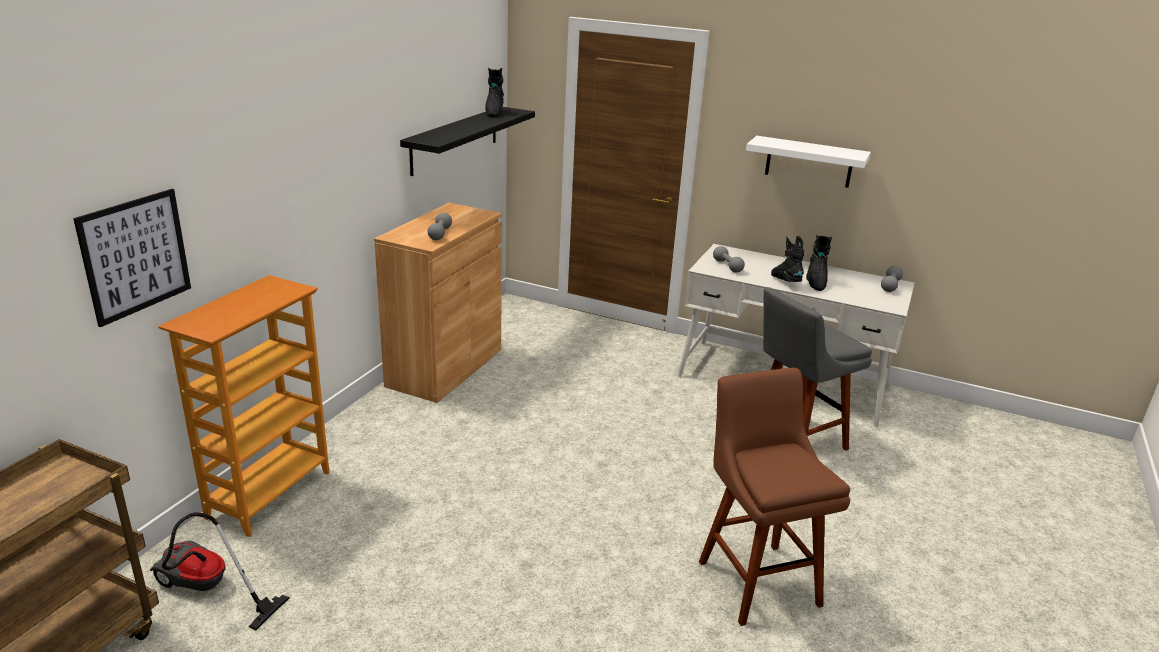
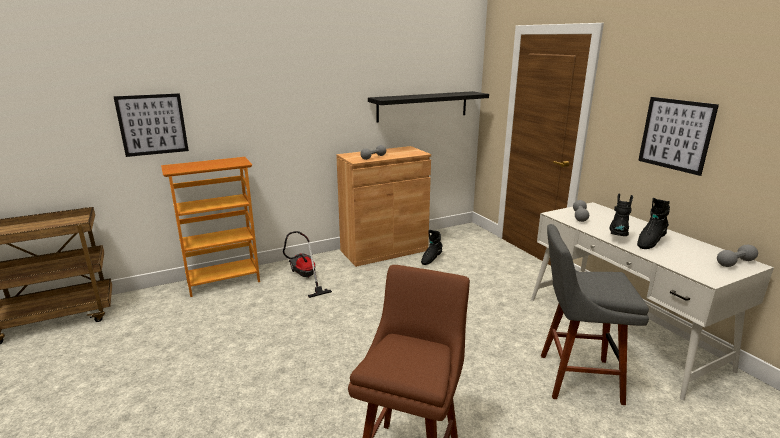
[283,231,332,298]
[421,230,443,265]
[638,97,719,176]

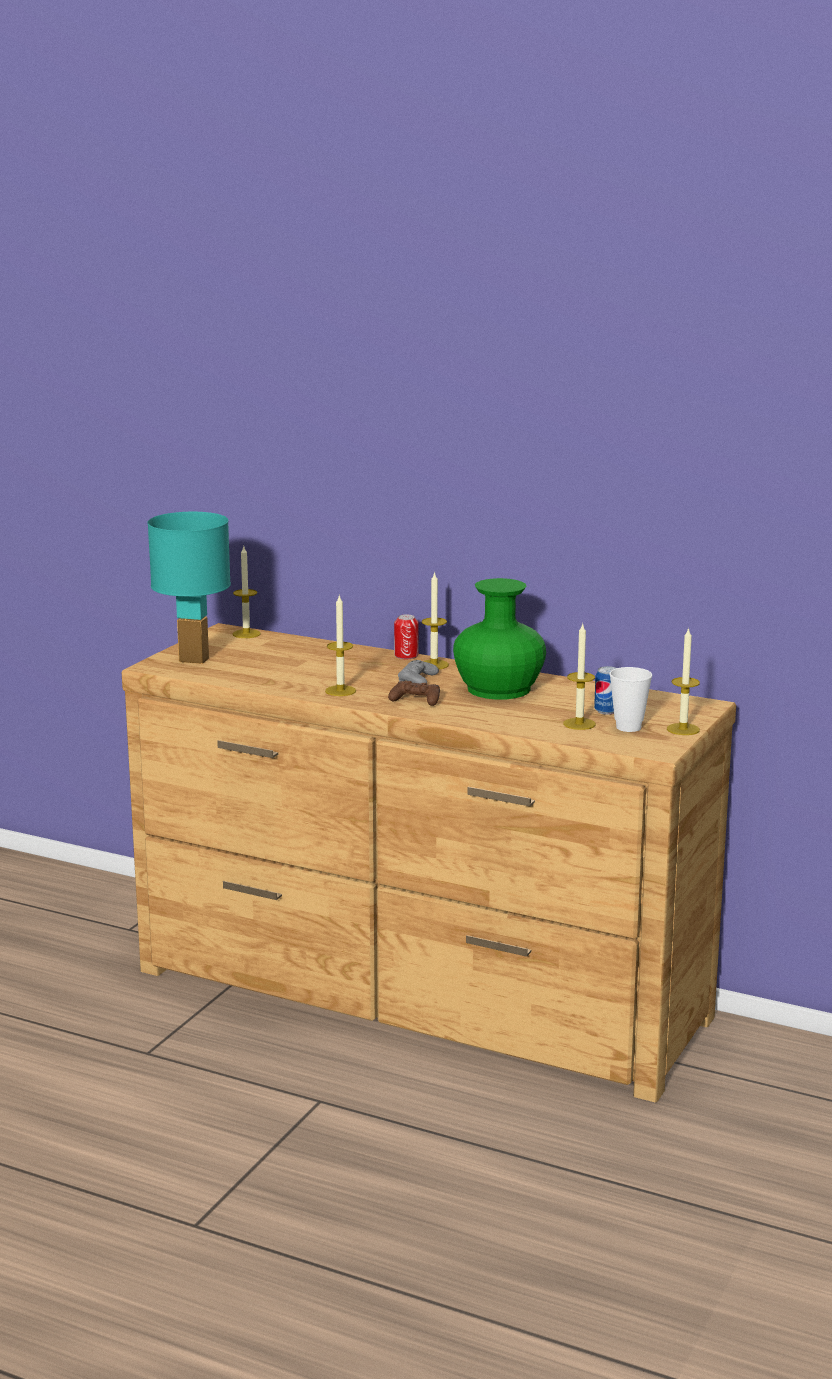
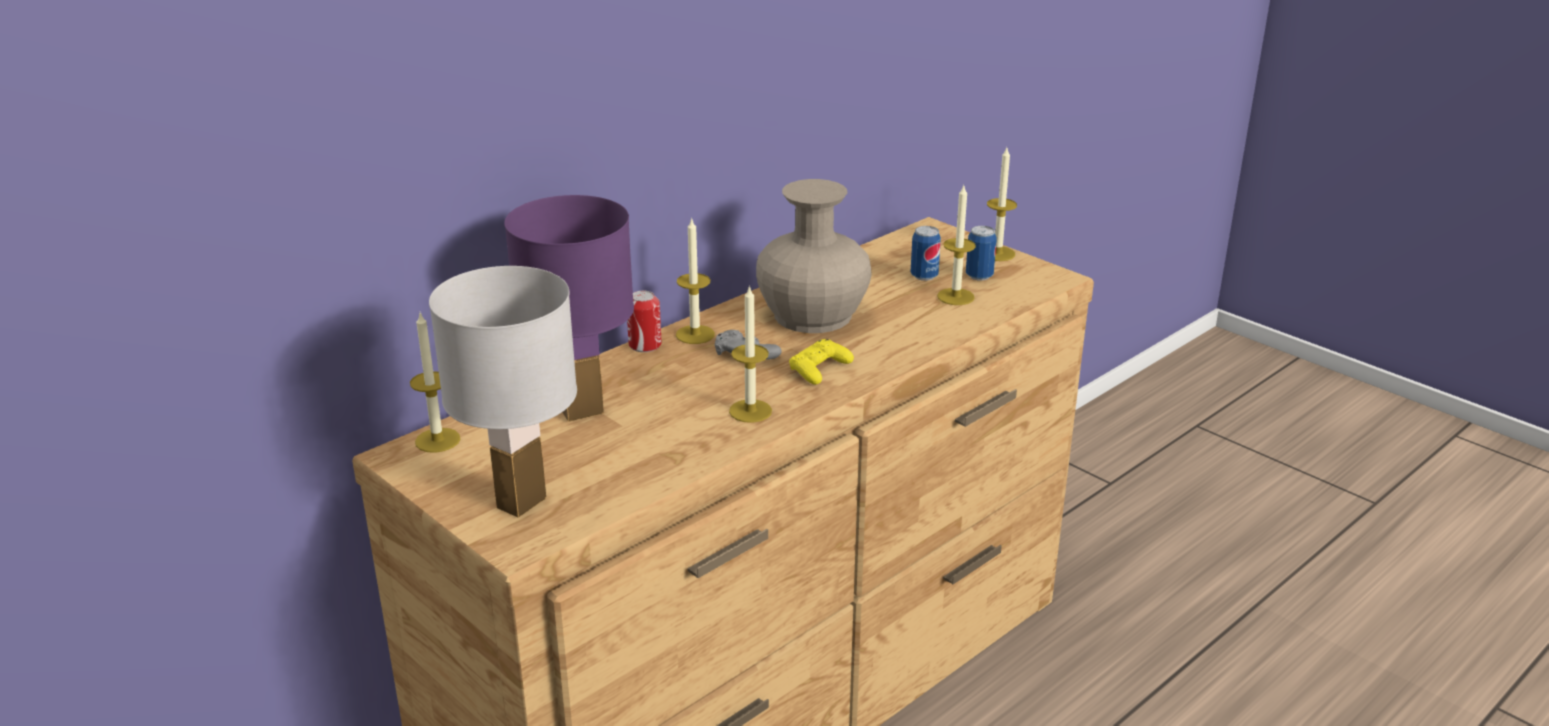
[429,266,577,518]
[789,339,854,385]
[756,179,872,333]
[966,226,997,281]
[504,195,634,422]

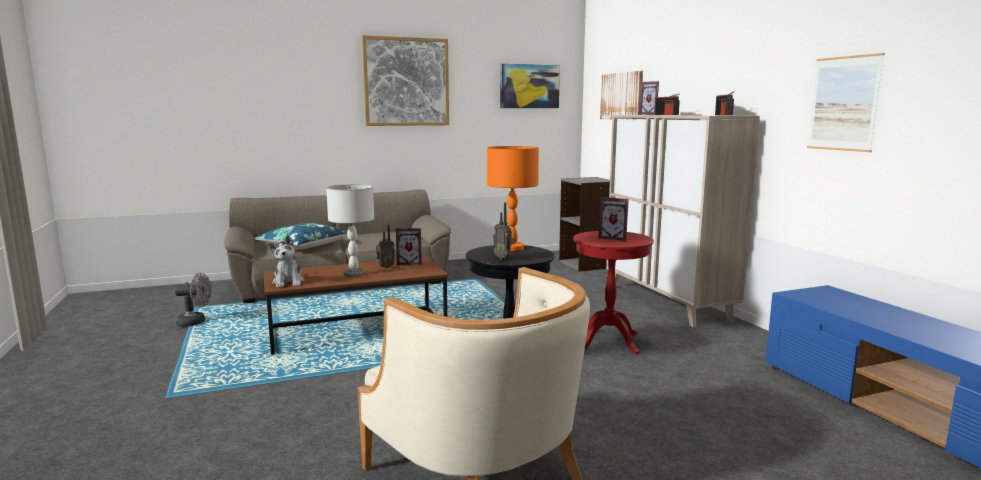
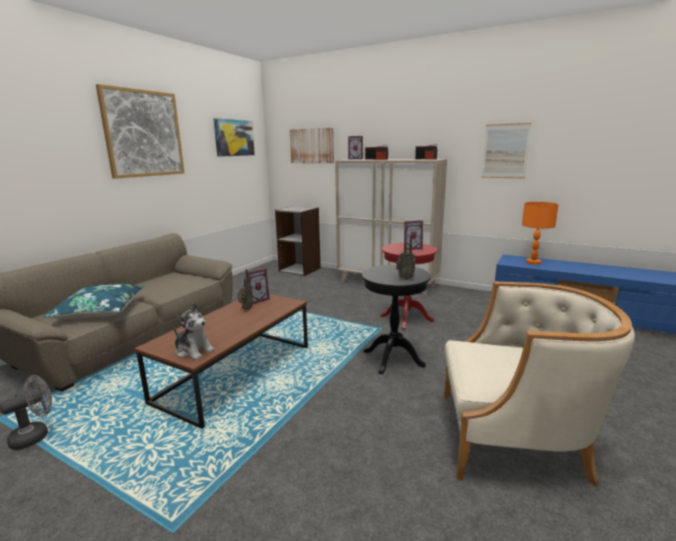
[326,184,374,277] (first image)
[522,202,559,265]

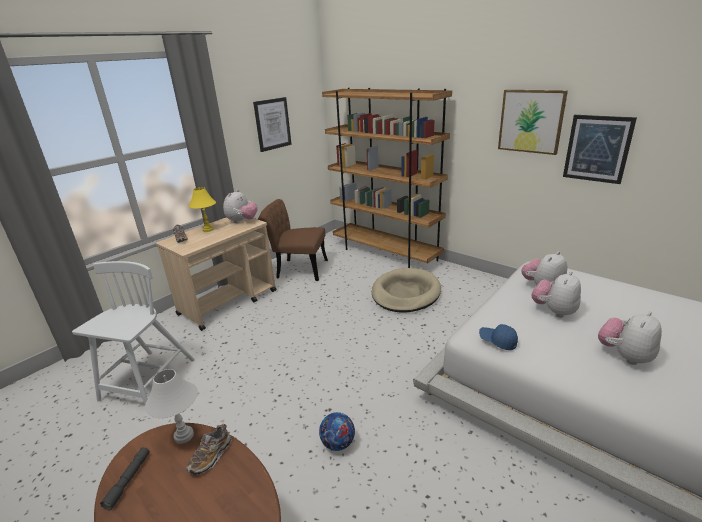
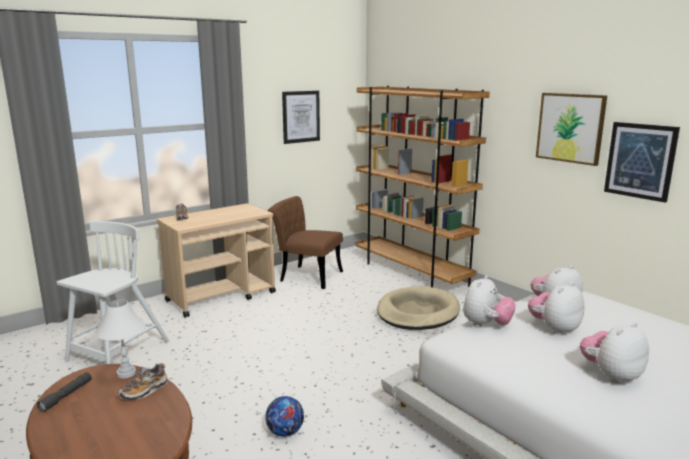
[189,187,216,232] (first image)
[463,275,516,327]
[479,324,518,350] (first image)

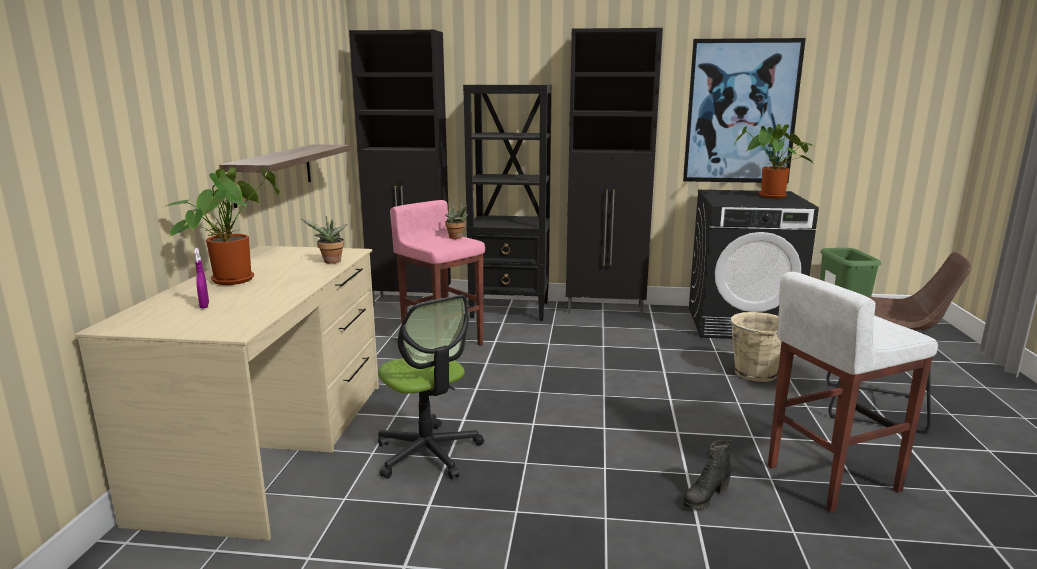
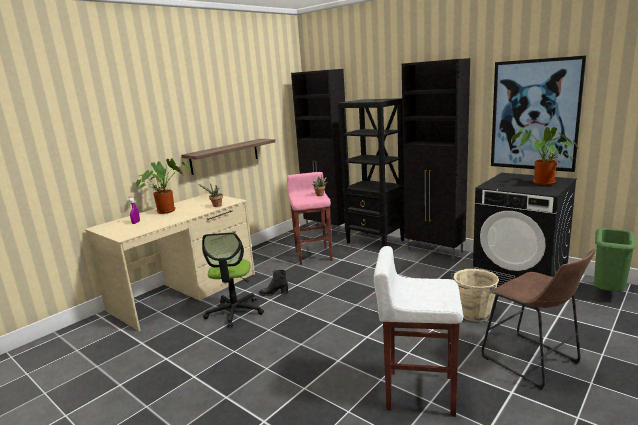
[259,270,288,296]

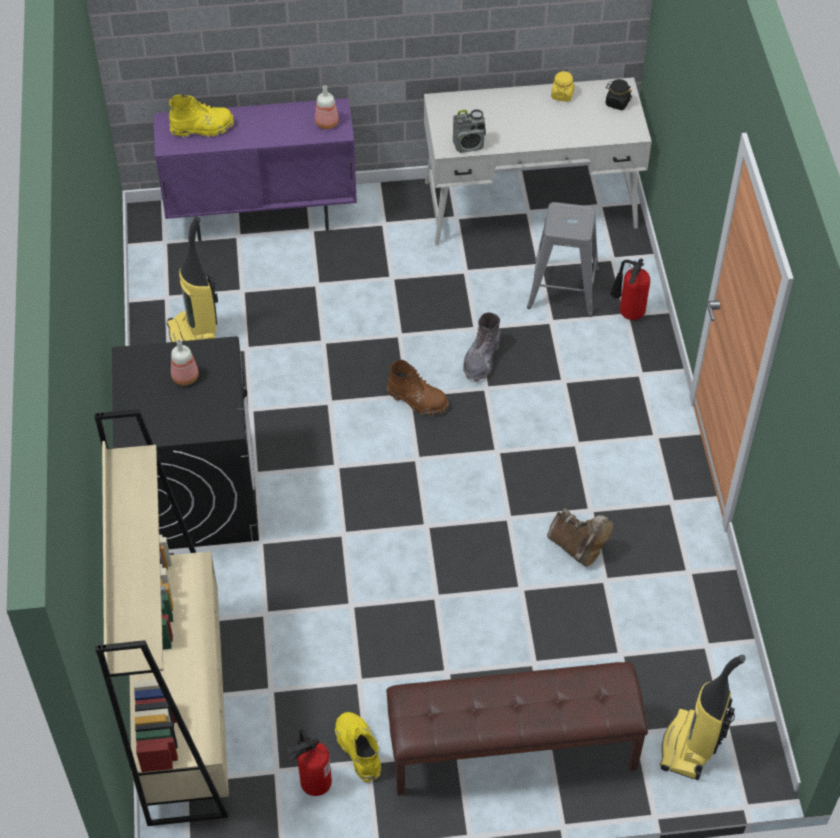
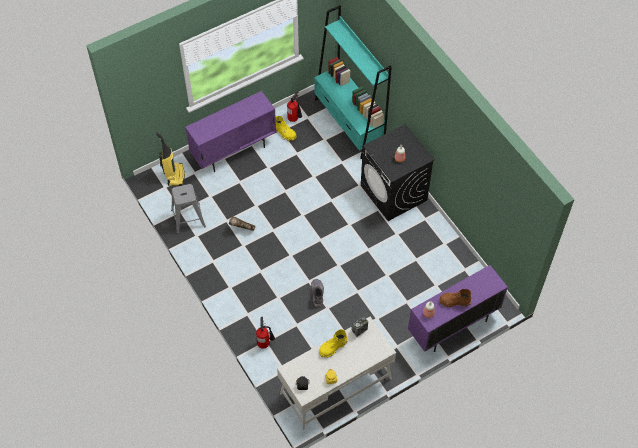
[314,5,392,159]
[167,216,218,342] (first image)
[319,329,348,358]
[185,91,276,172]
[439,289,471,308]
[171,184,206,234]

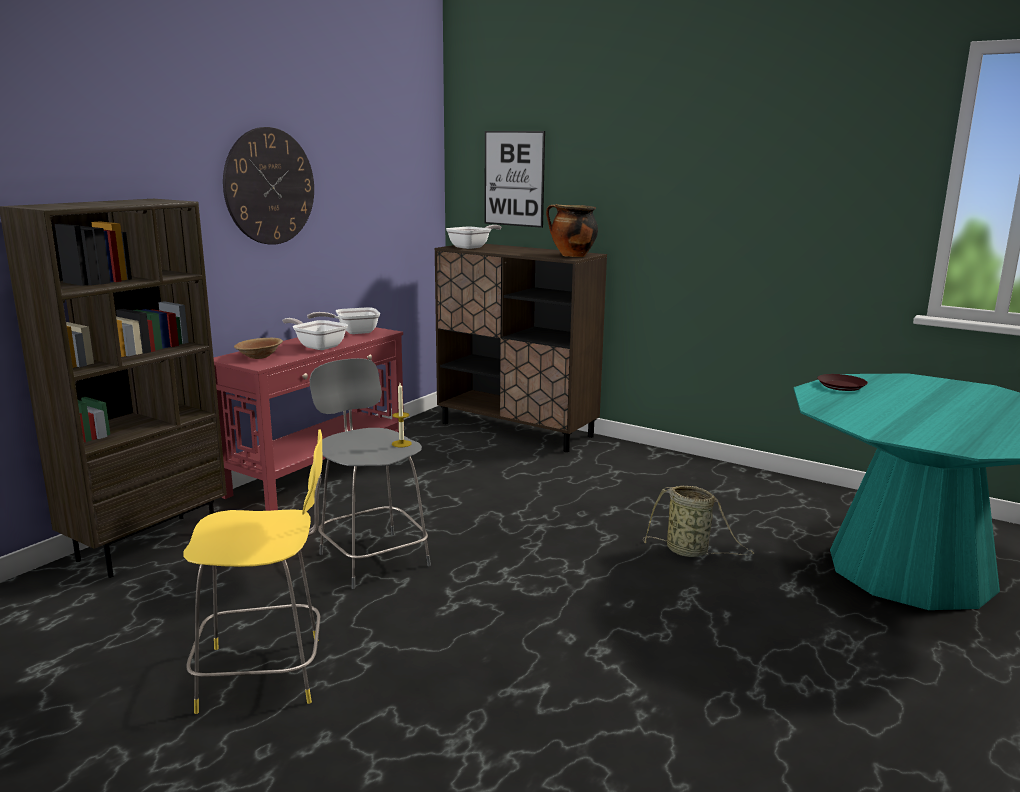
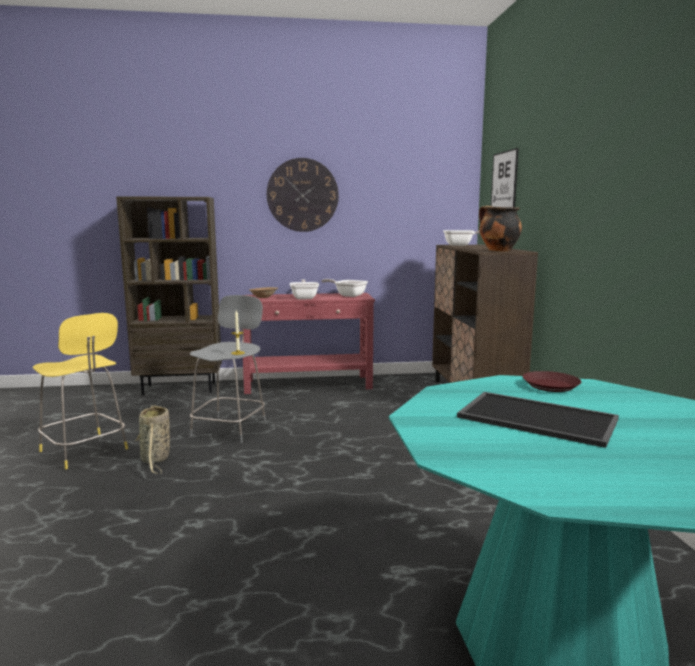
[135,405,170,474]
[457,392,619,448]

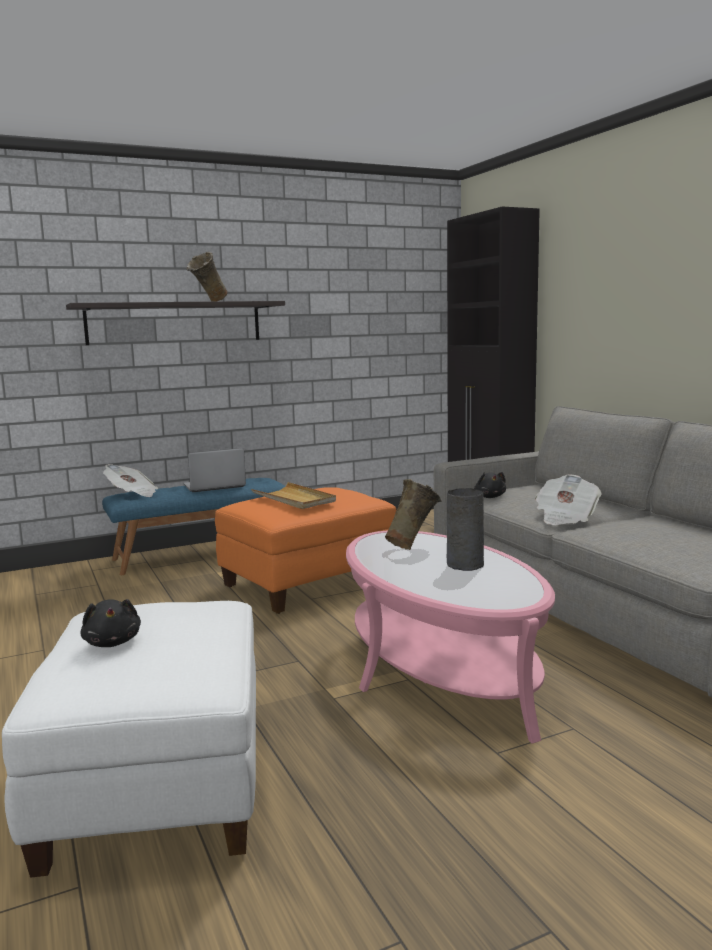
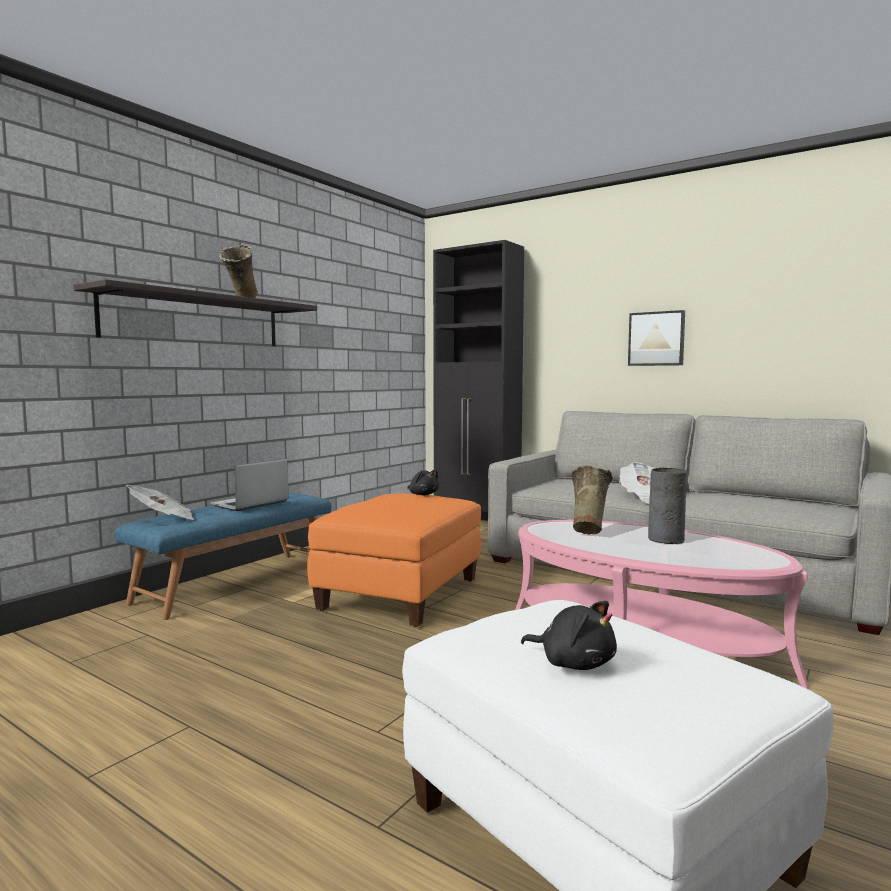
[251,482,336,509] (first image)
[407,469,439,495]
[628,310,685,366]

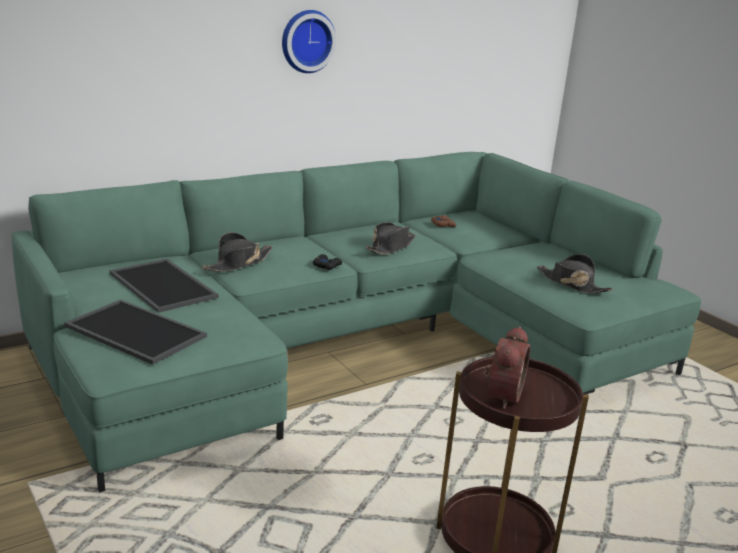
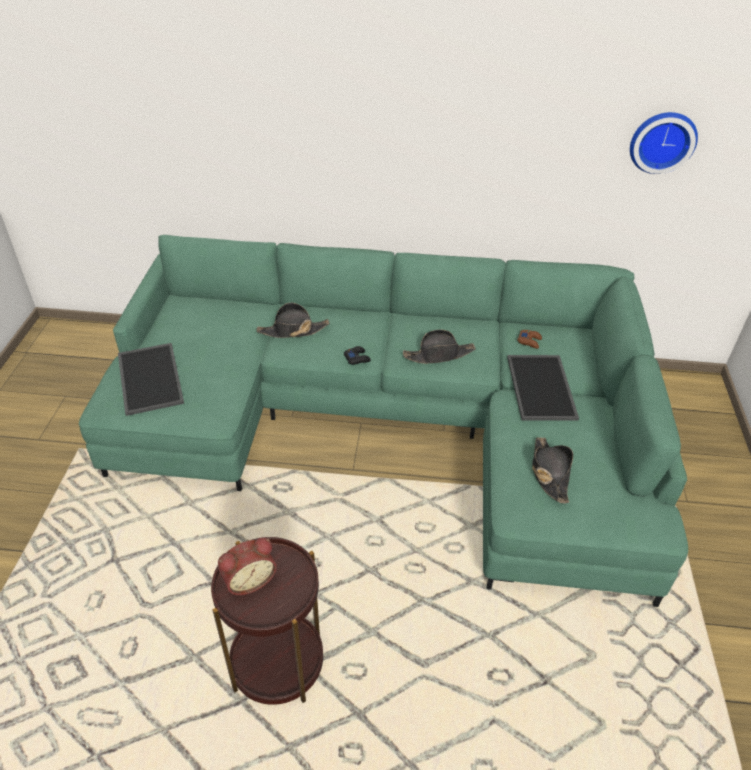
[507,355,579,421]
[630,112,698,174]

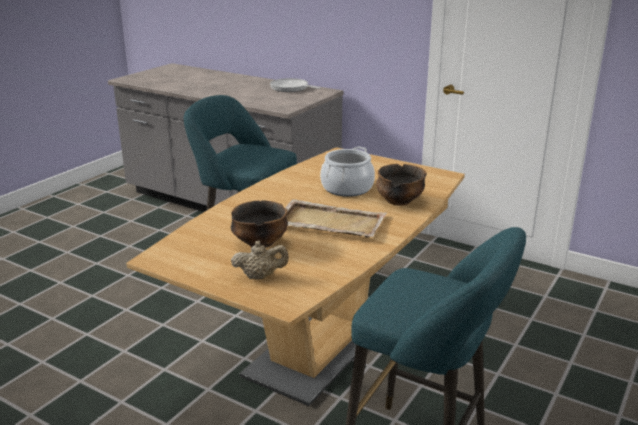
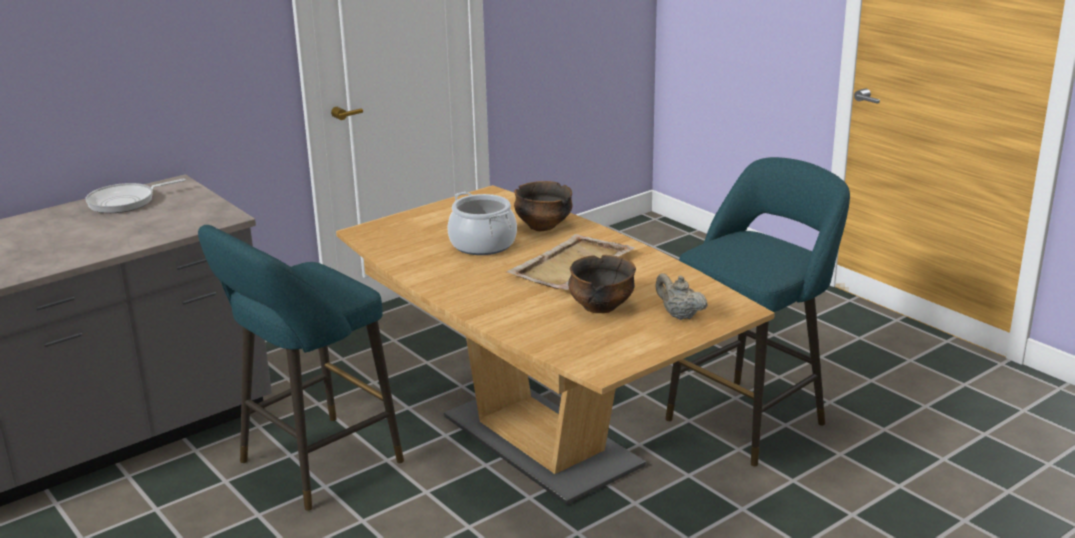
[655,273,708,320]

